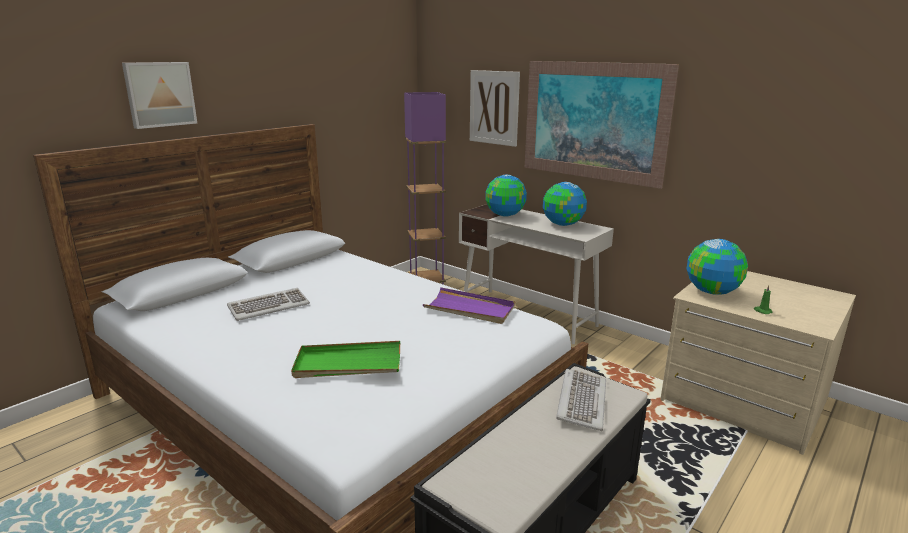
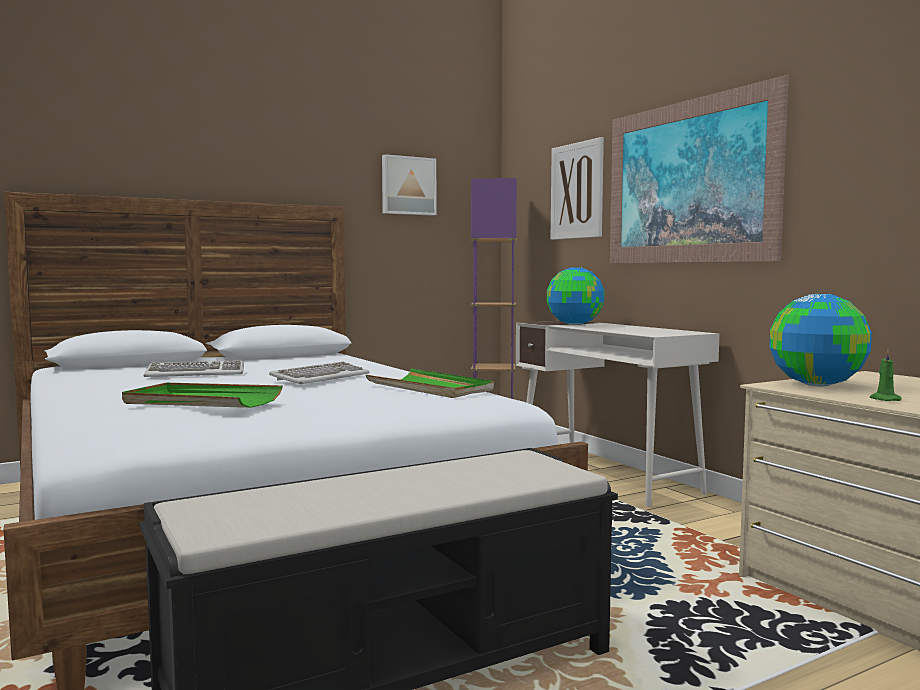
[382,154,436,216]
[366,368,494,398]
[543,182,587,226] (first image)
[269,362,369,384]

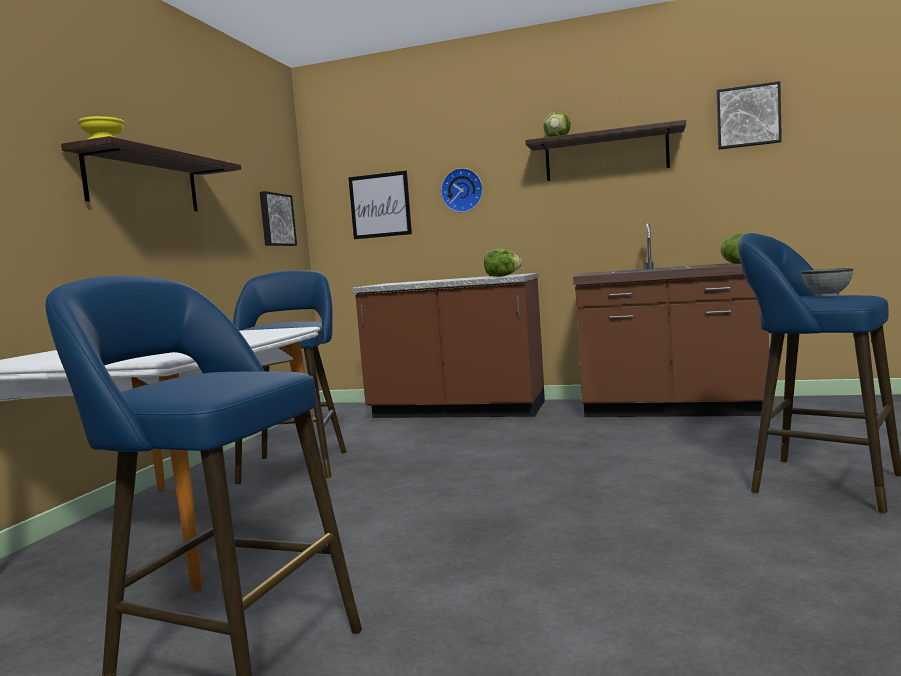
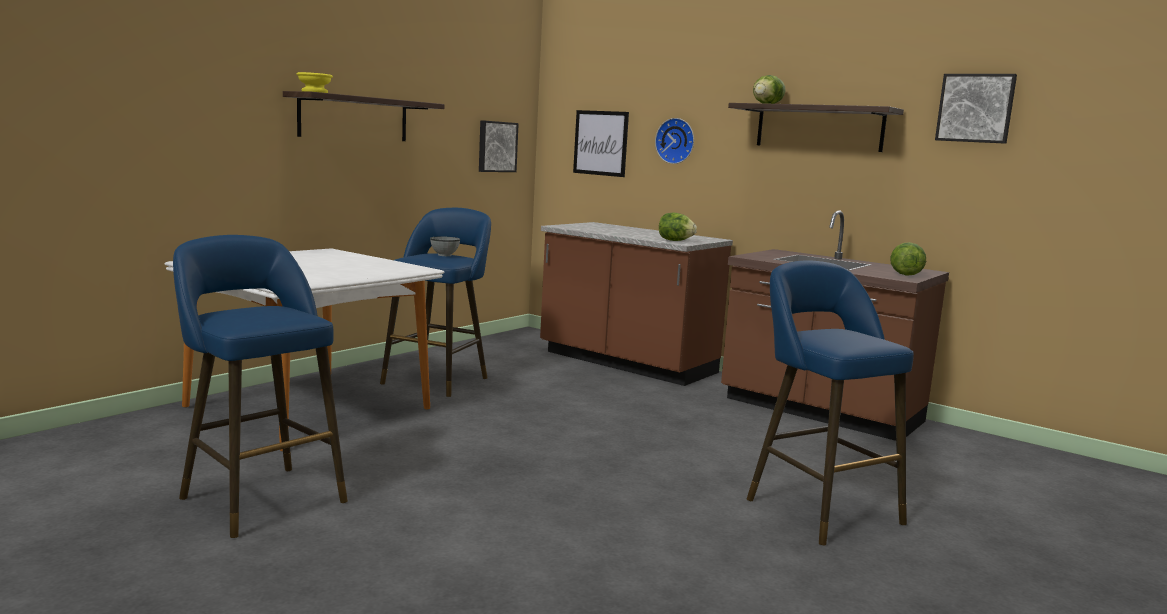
[430,237,460,256]

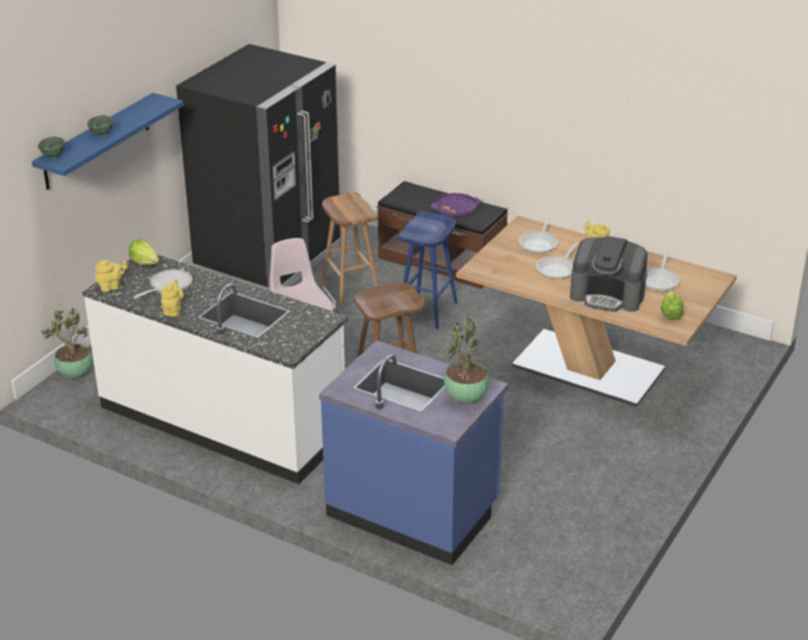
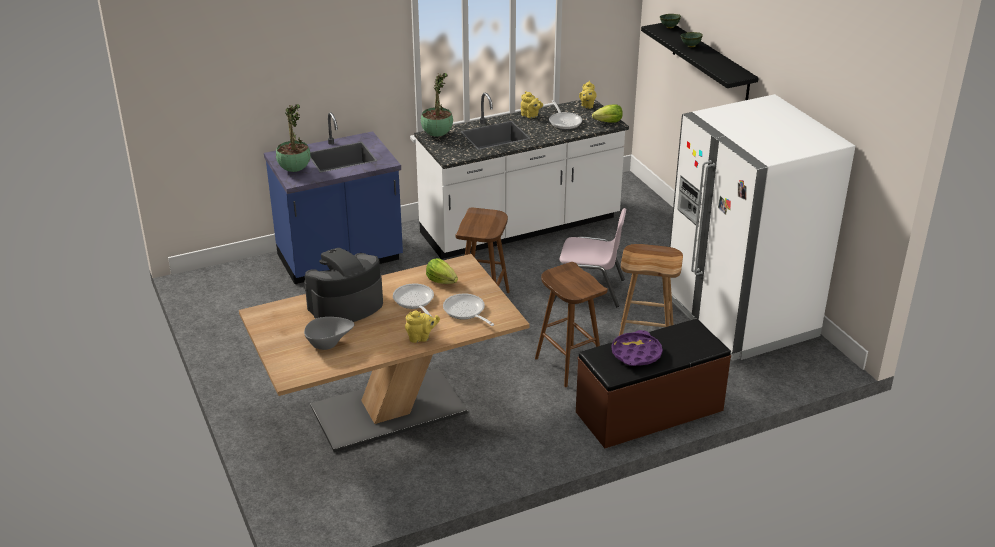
[641,23,759,100]
[421,73,453,137]
[670,94,855,361]
[535,262,608,387]
[304,317,355,350]
[426,258,458,284]

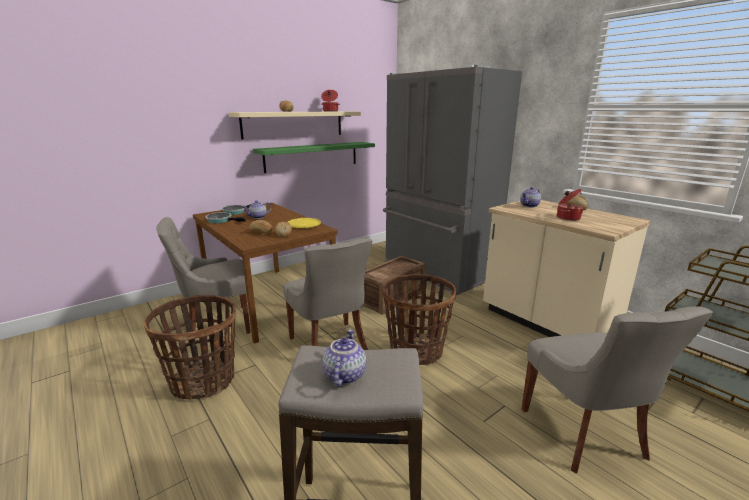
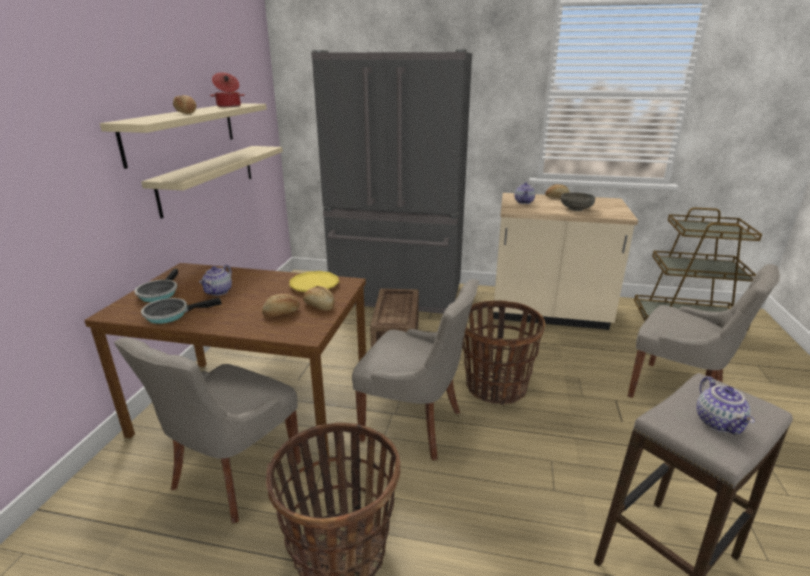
[141,146,283,219]
[696,377,754,435]
[561,192,595,211]

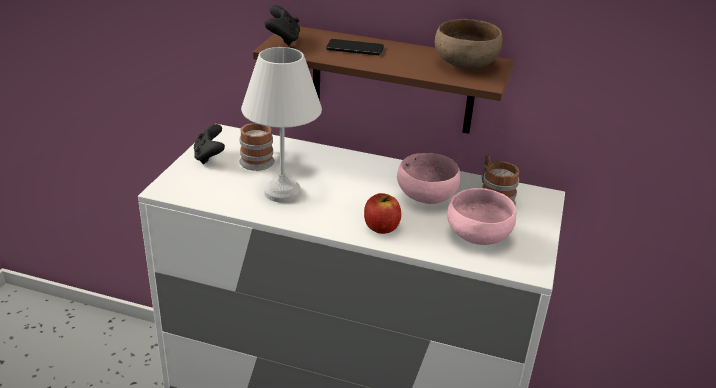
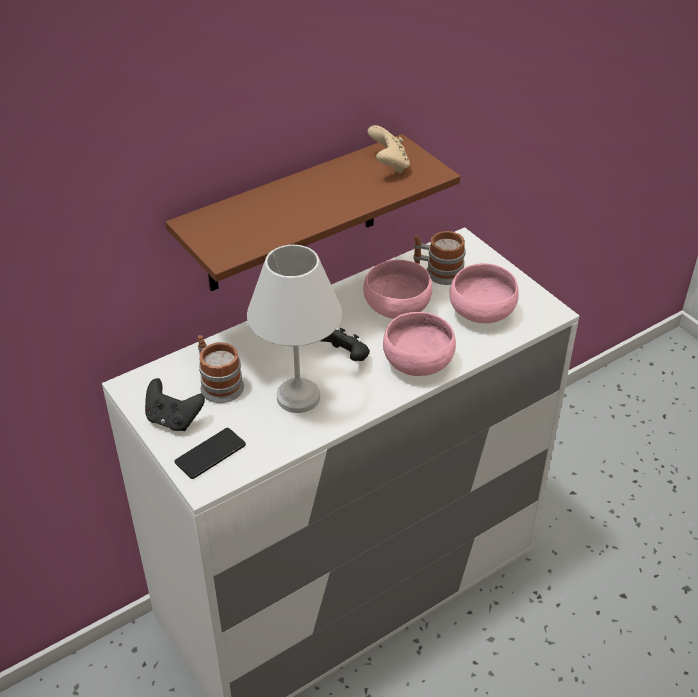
[321,328,370,361]
[174,428,246,479]
[383,312,456,376]
[367,125,410,174]

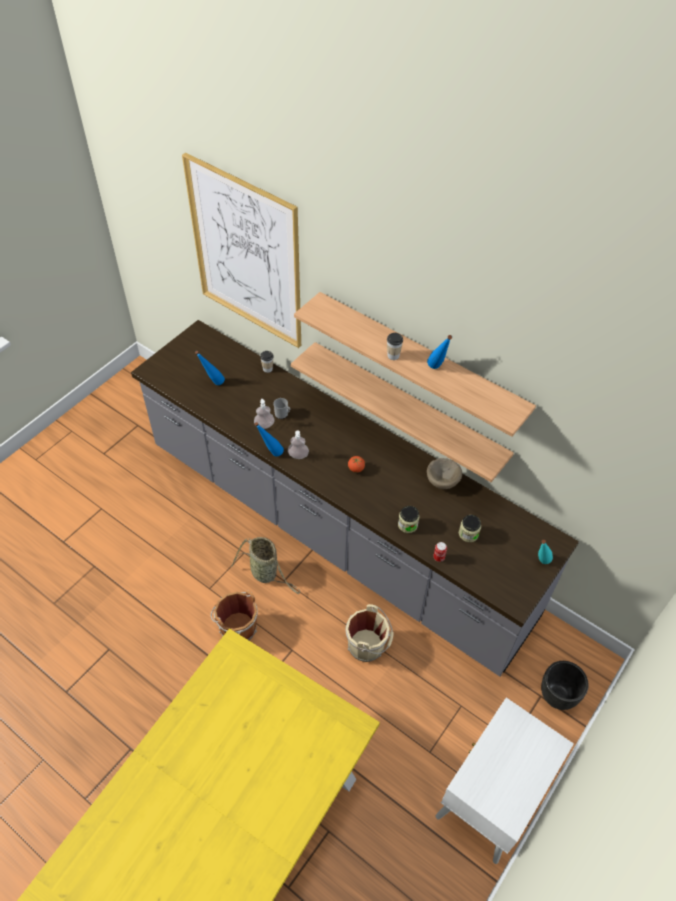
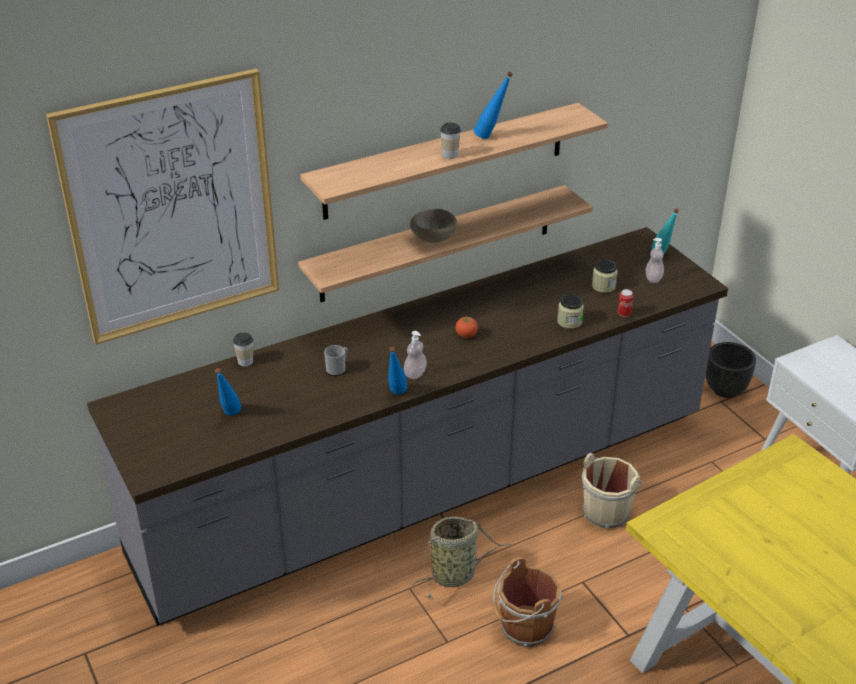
[646,238,664,283]
[410,209,457,243]

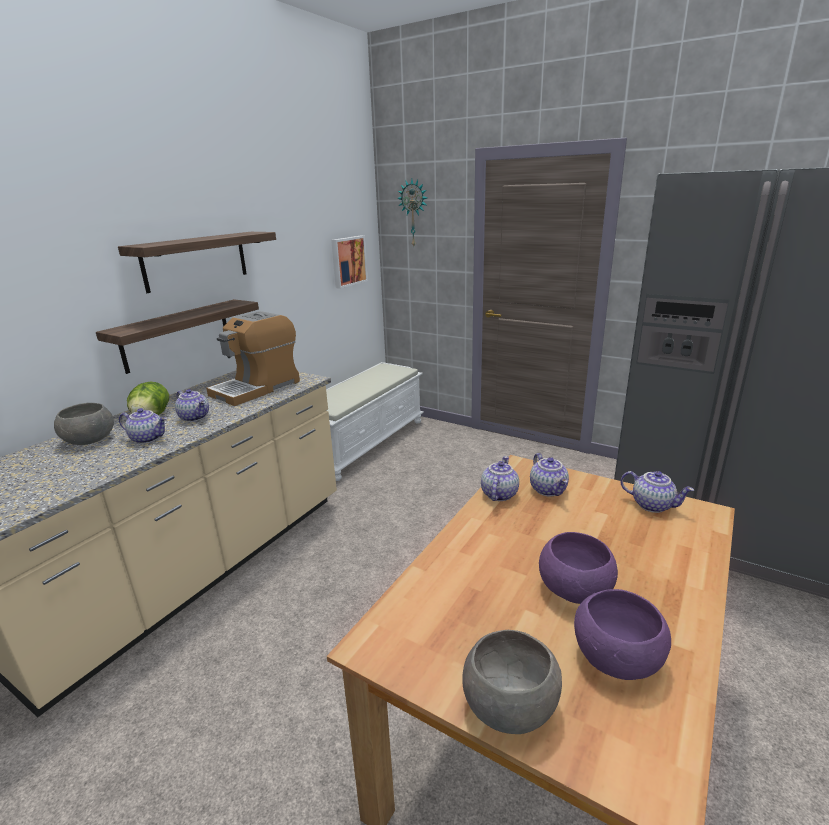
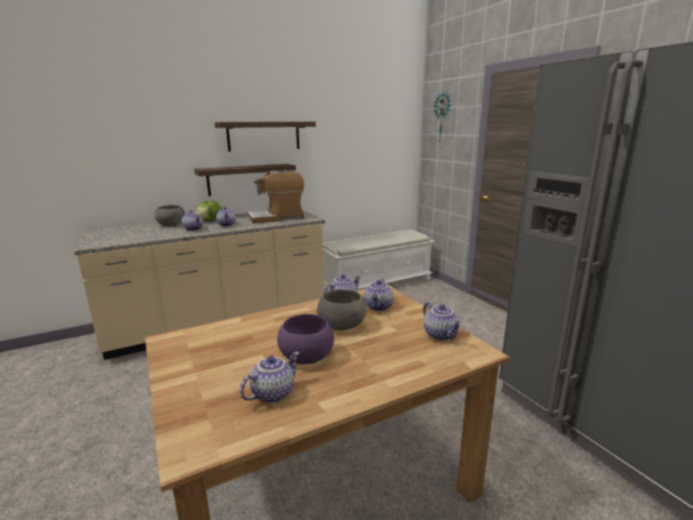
[331,236,368,289] (first image)
[317,289,367,330]
[240,352,300,403]

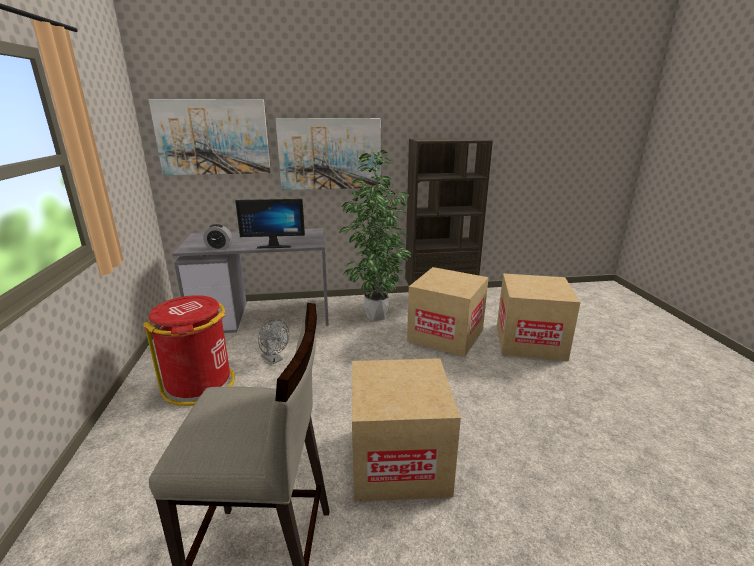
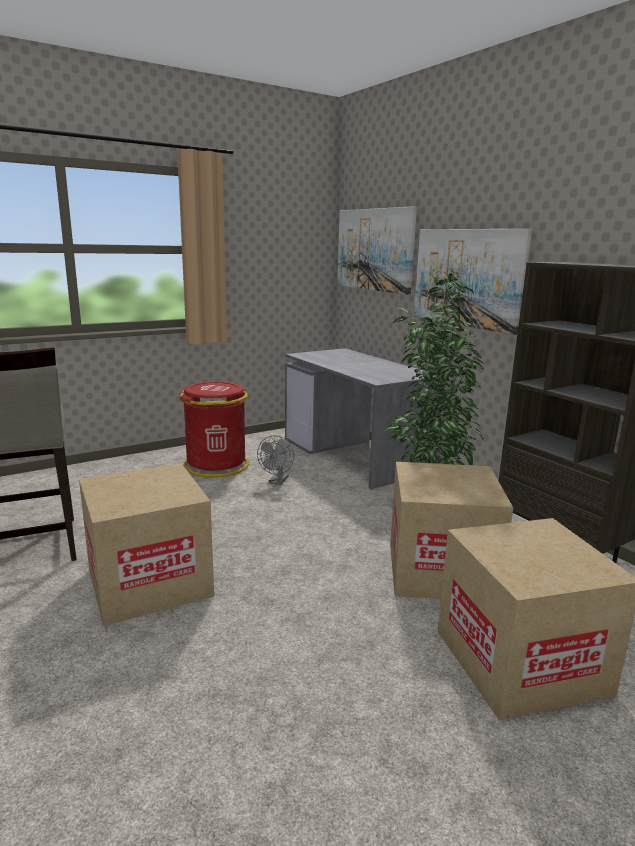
[203,224,232,250] (first image)
[235,199,305,248] (first image)

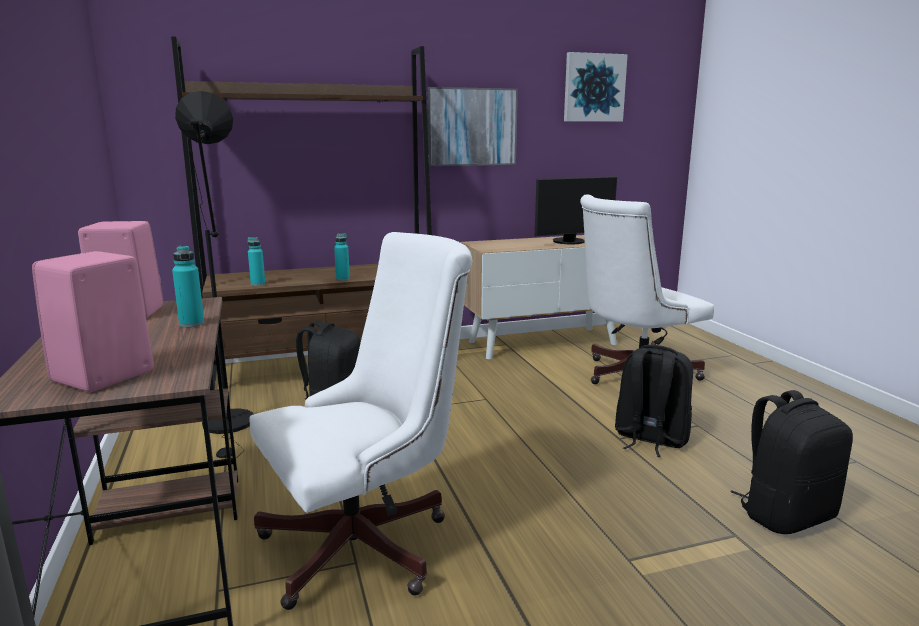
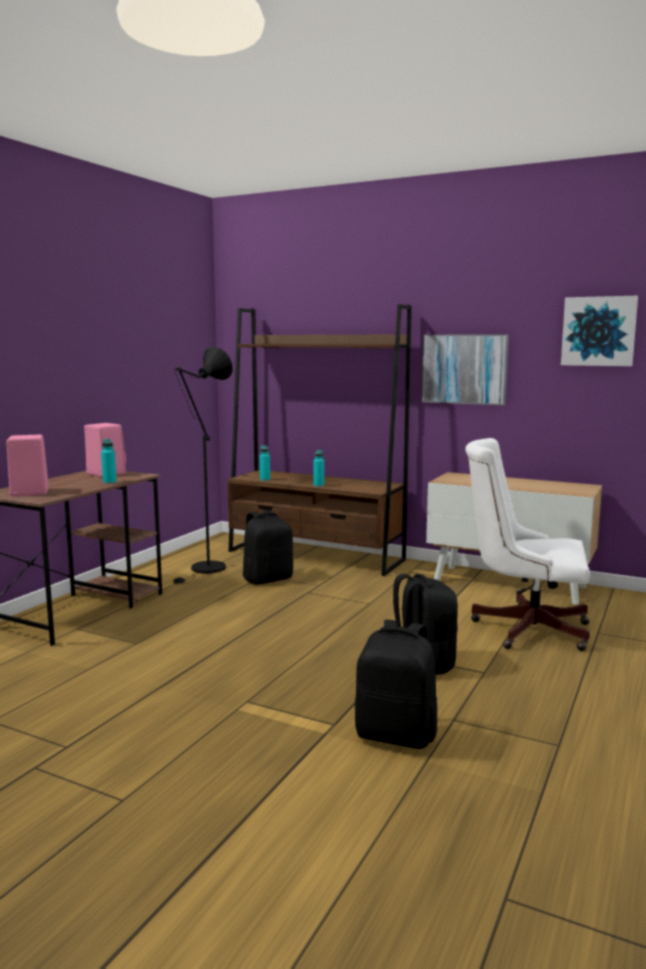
[249,232,473,610] (first image)
[535,176,617,244] (first image)

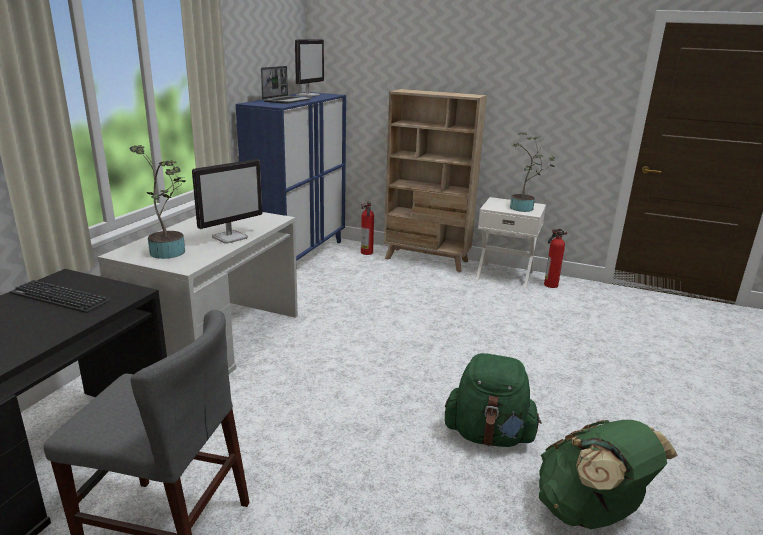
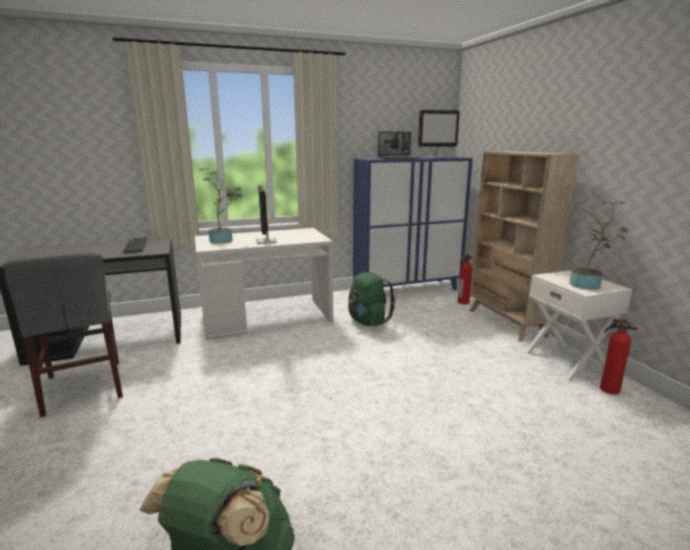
[256,185,277,244]
[348,272,395,326]

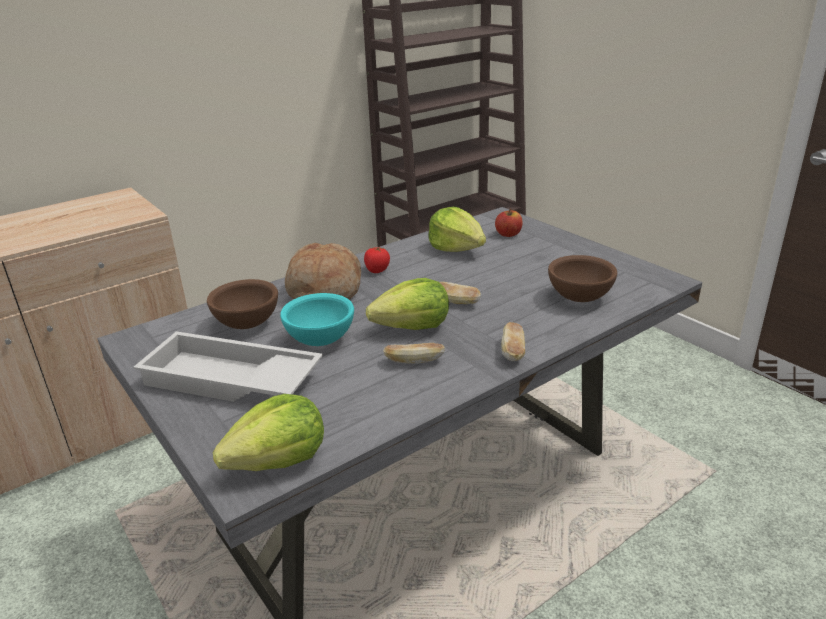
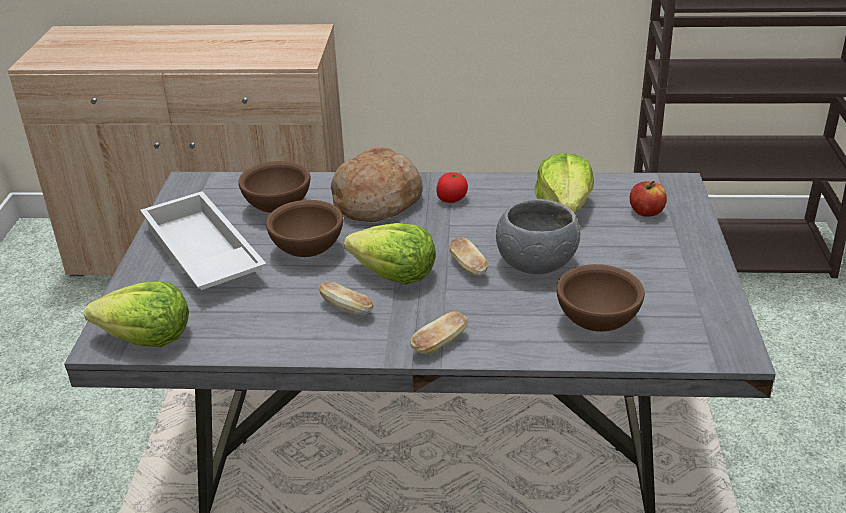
[266,200,343,257]
[496,199,580,274]

